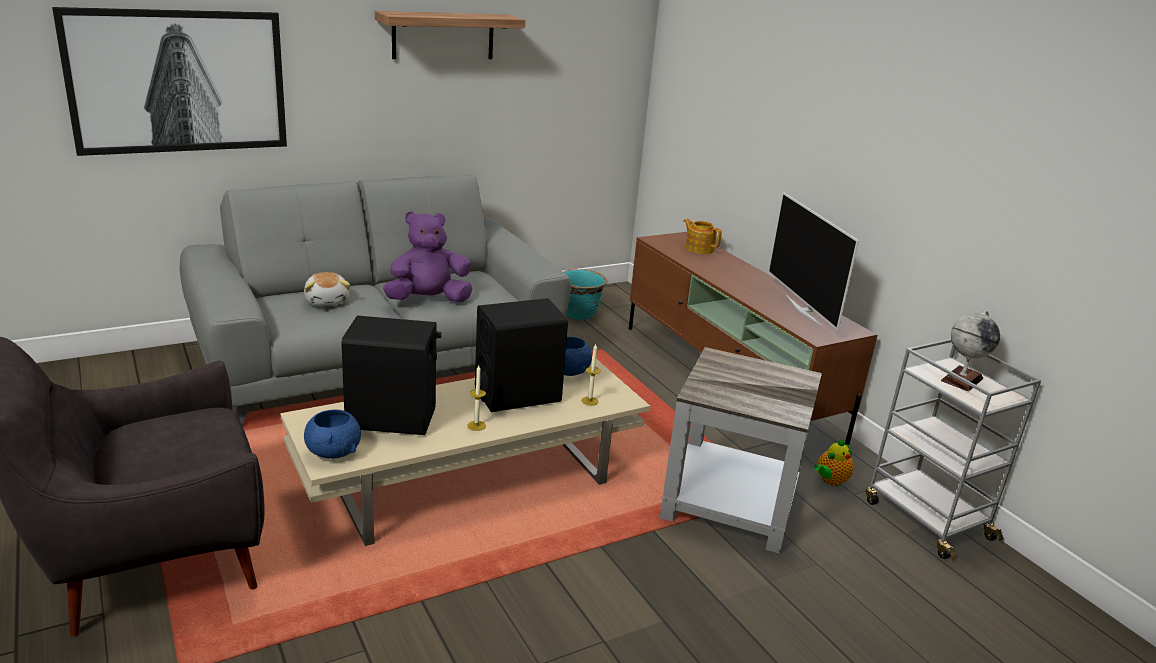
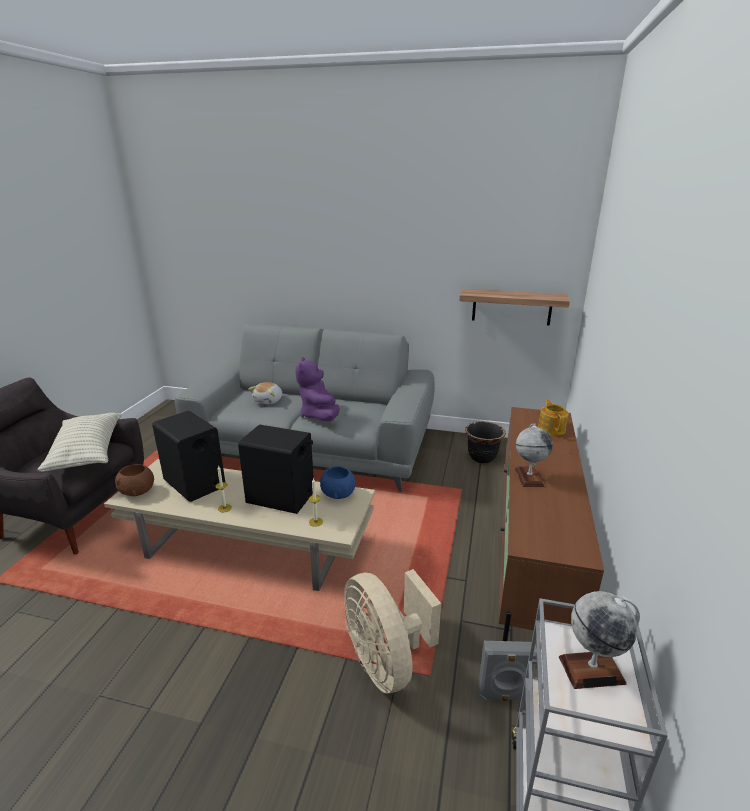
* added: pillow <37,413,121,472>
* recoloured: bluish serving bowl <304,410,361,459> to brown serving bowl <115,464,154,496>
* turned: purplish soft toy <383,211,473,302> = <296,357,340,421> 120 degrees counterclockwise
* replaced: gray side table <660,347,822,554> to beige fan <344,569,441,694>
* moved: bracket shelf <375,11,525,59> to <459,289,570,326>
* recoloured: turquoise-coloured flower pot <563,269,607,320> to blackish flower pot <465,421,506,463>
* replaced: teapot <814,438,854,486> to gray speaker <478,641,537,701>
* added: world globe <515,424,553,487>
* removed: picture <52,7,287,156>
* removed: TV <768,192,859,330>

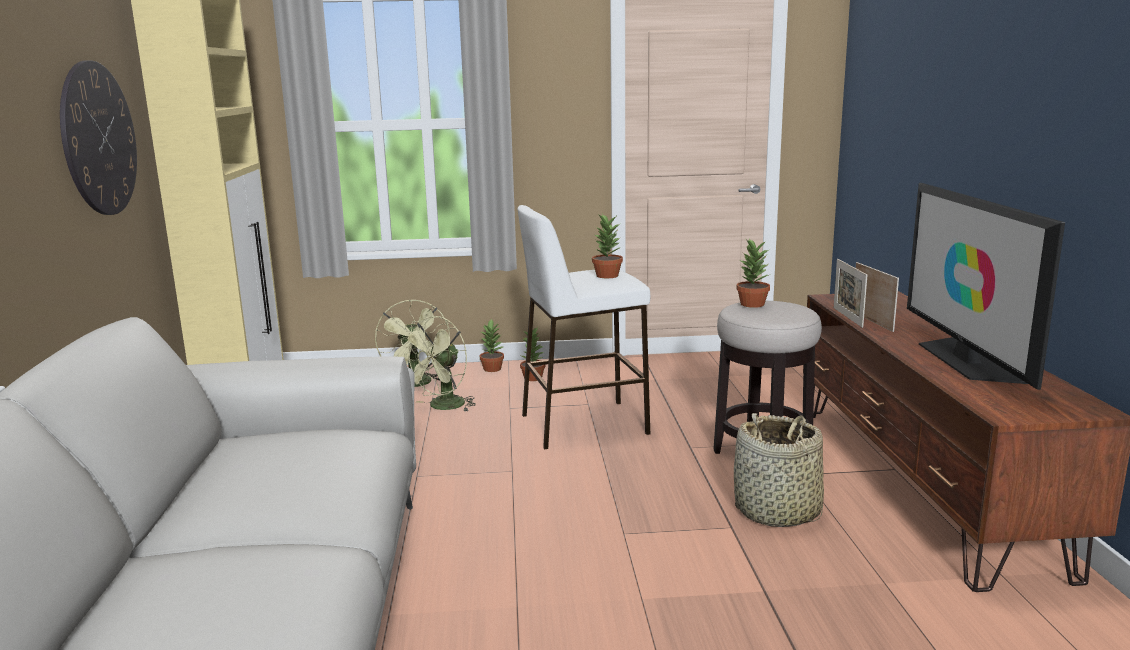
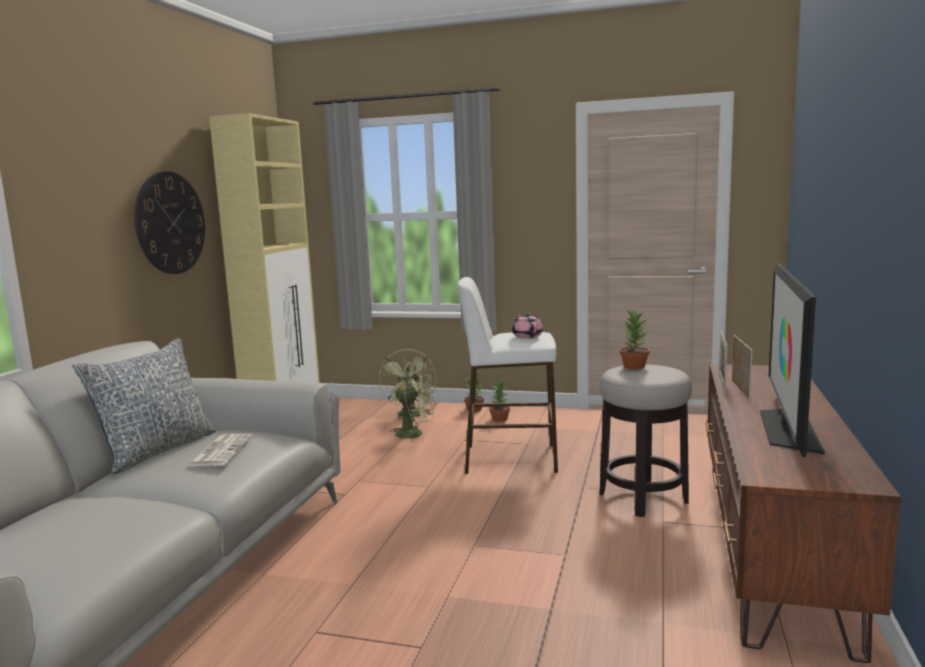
* added: pillow <72,338,216,474>
* added: newspaper <186,434,253,467>
* turned: green fan <401,316,476,412> = <389,362,436,443> 135 degrees counterclockwise
* replaced: potted plant <592,214,623,278> to pinkish teapot <512,313,543,338>
* removed: storage basket <734,413,824,527>

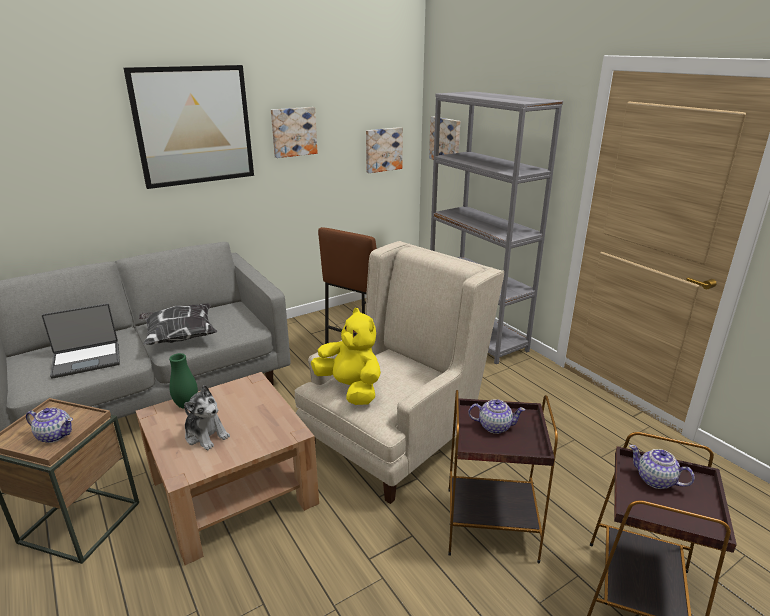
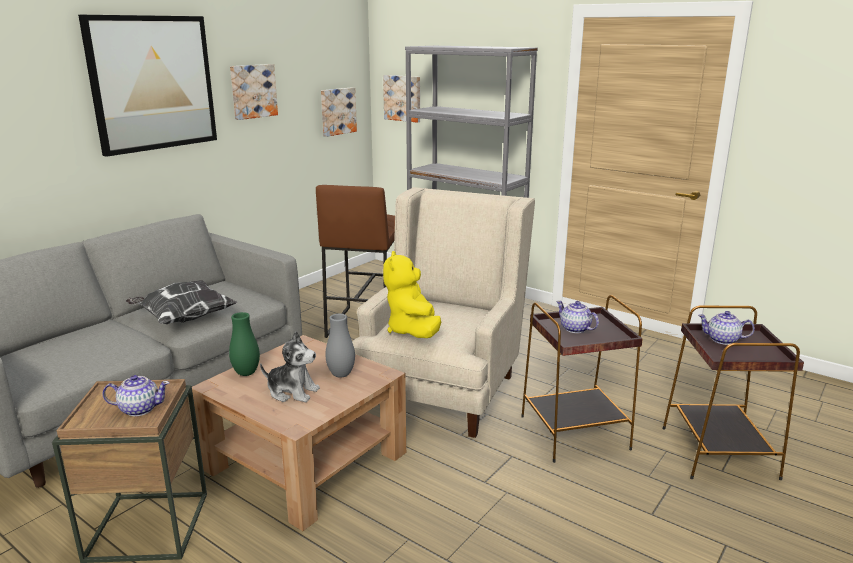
* added: gray vase <325,314,355,378>
* turned: yellowish soft toy <311,308,381,405> = <383,251,441,338> 120 degrees counterclockwise
* turned: teapot <468,399,525,434> = <556,301,599,333> 120 degrees counterclockwise
* removed: portable computer <42,303,120,379>

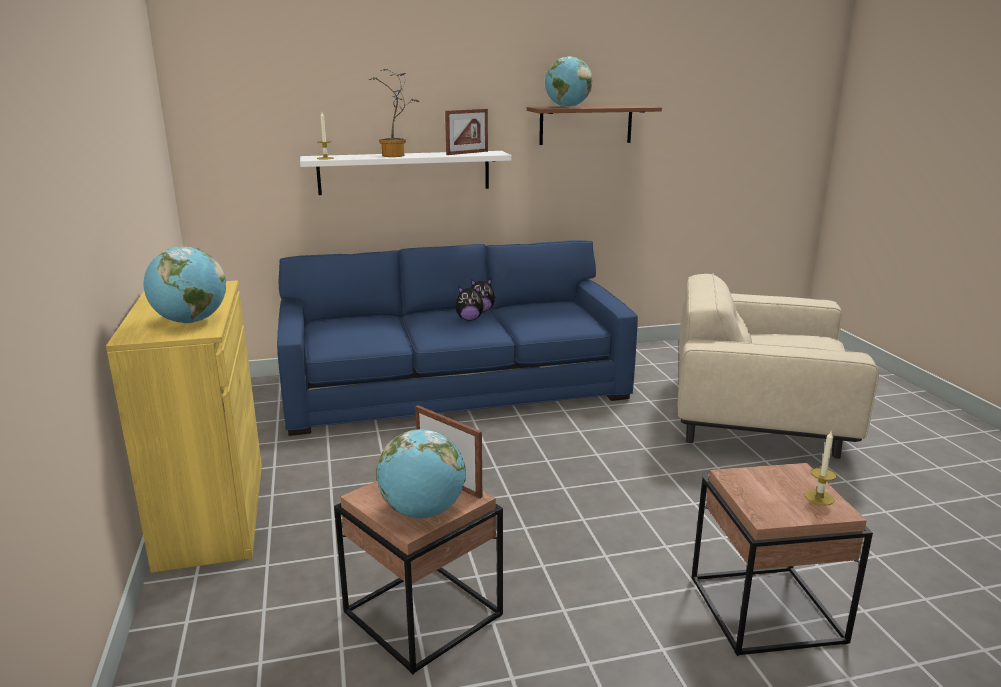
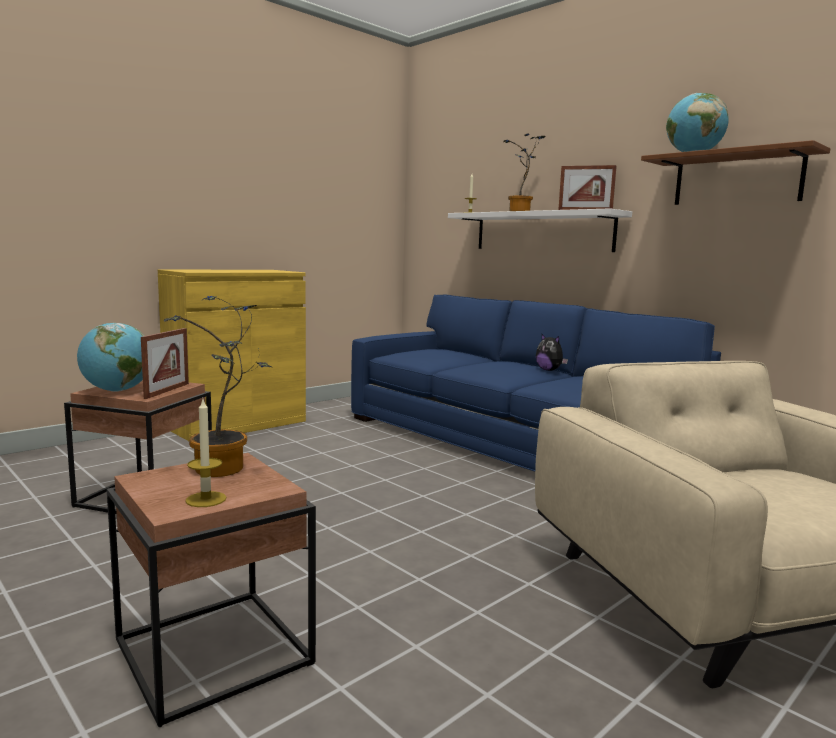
* added: potted plant <164,296,271,477>
* removed: world globe <144,246,226,323>
* removed: soft toy <455,286,485,321>

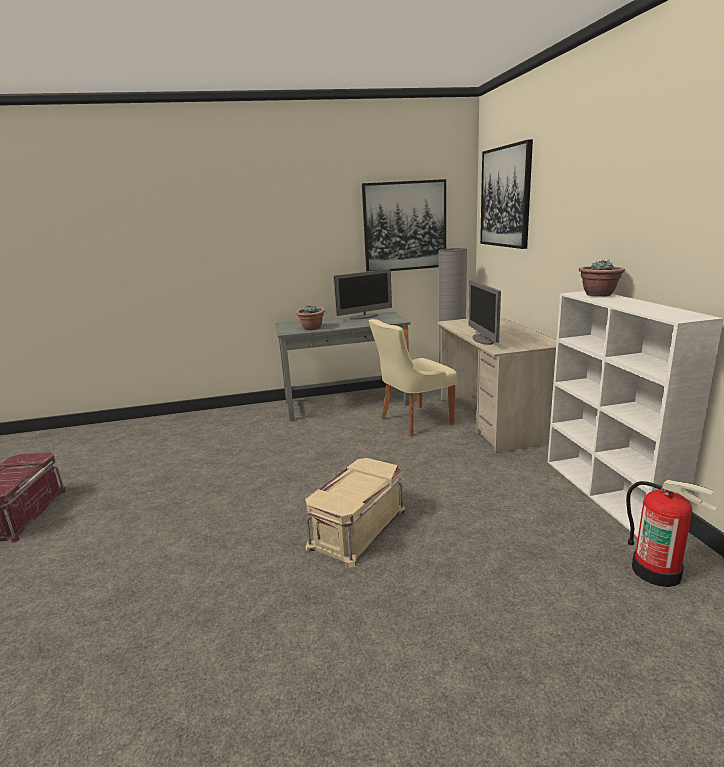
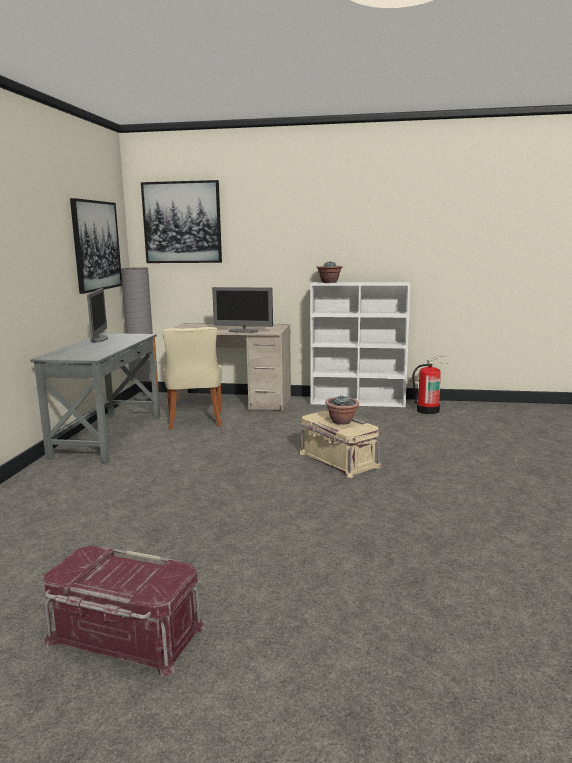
* moved: potted plant <296,305,325,330> to <325,396,359,425>

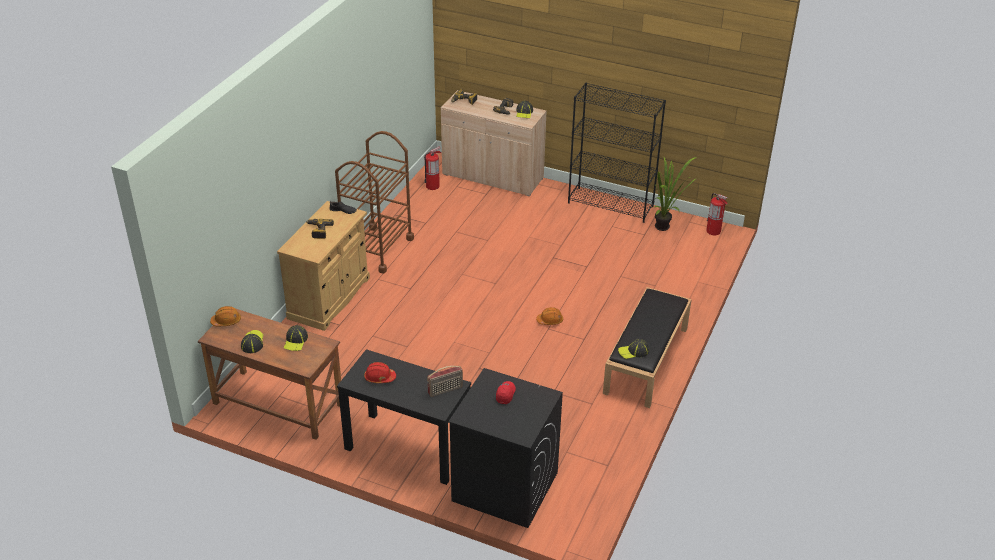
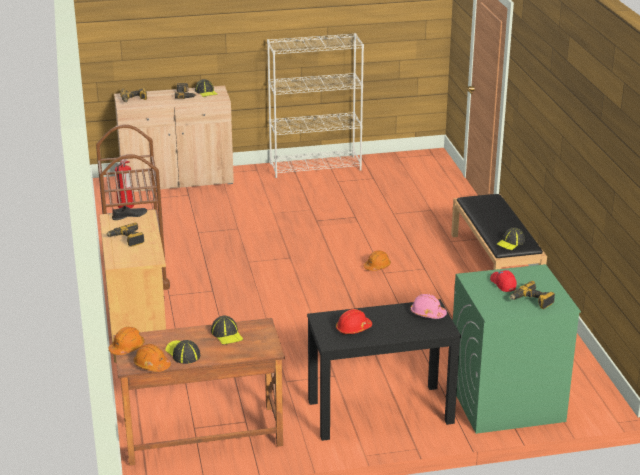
* added: orange-coloured hard hat <134,344,171,372>
* recoloured: blackish bookcase <568,83,666,223> to white-coloured bookcase <267,33,364,178>
* replaced: radio receiver <427,366,463,397> to pinkish hard hat <410,294,447,319>
* recoloured: blackish laundry appliance <448,368,563,528> to green laundry appliance <453,264,581,434>
* added: power drill <510,281,555,309>
* removed: potted plant <653,156,697,231>
* removed: fire-fighting cylinder <706,193,728,235>

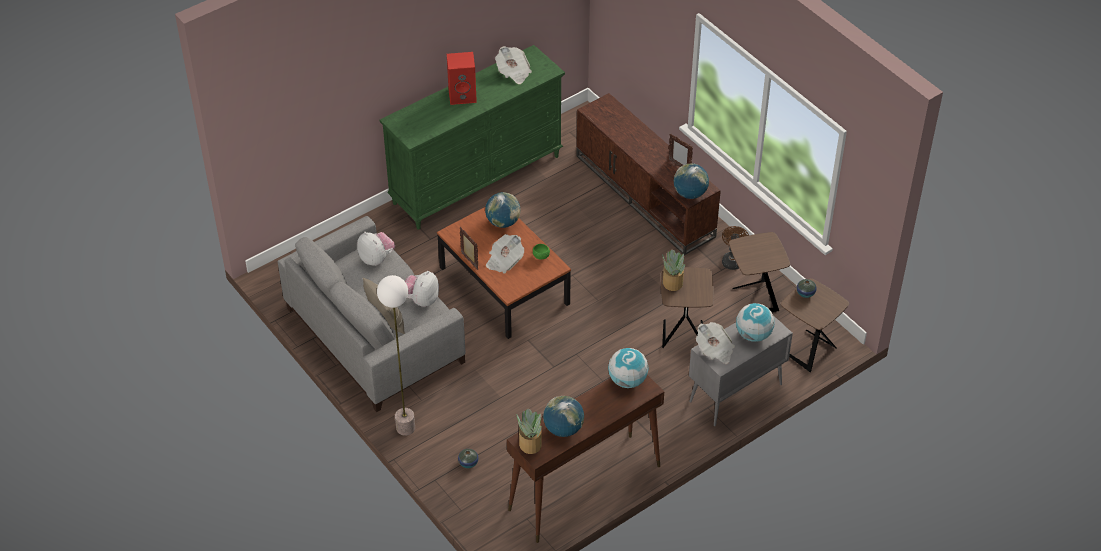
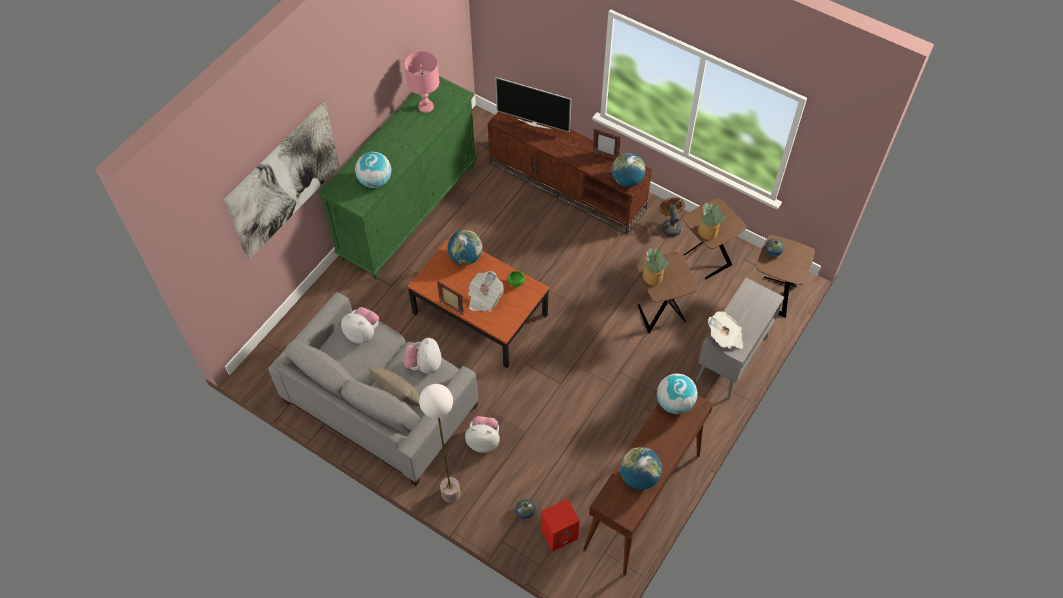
* added: picture <224,102,340,260>
* moved: world globe <736,303,774,342> to <355,152,392,188>
* replaced: newspaper <495,46,532,84> to pinkish lamp for a table <405,51,439,113>
* added: soft toy <465,416,500,453>
* added: TV <495,77,571,132>
* moved: red speaker <447,52,477,105> to <541,498,580,552>
* moved: potted plant <516,408,542,454> to <698,203,726,240>

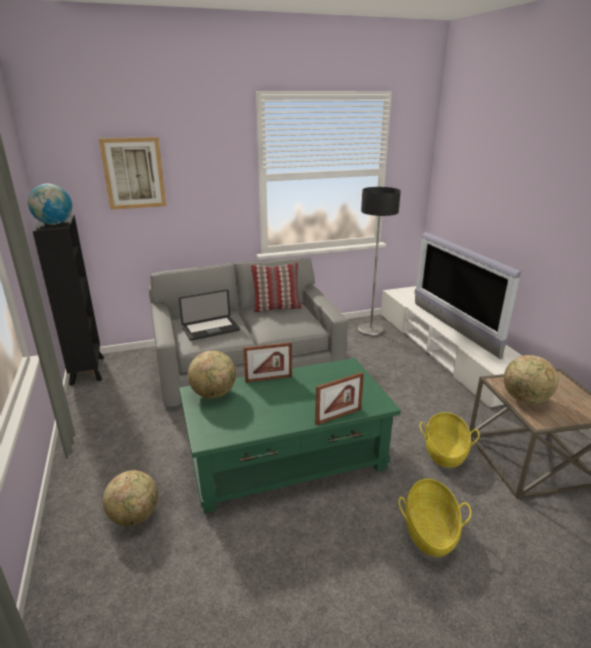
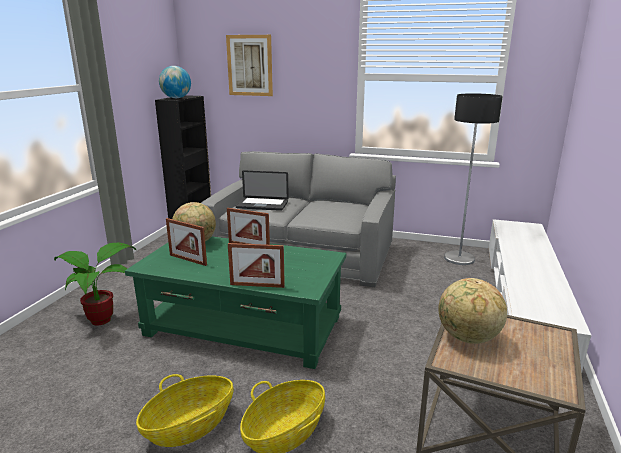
* replaced: world globe <103,470,158,526> to potted plant <54,243,136,326>
* moved: storage basket <420,412,480,468> to <136,374,233,447>
* added: photo frame <166,218,207,266>
* removed: pillow <250,262,302,313>
* removed: TV <414,232,521,359>

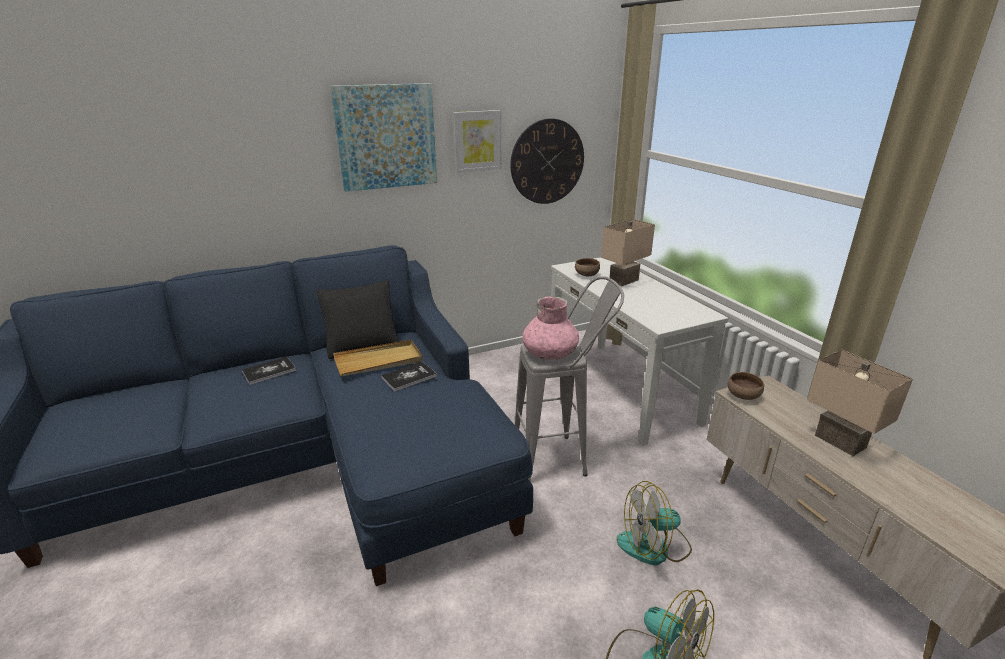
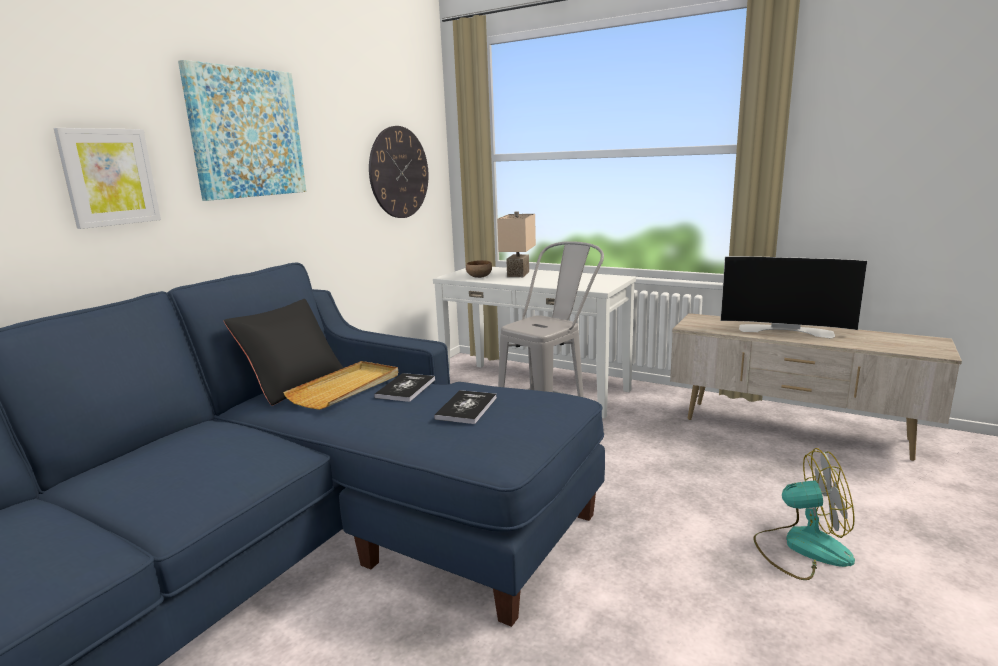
* moved: picture <453,110,501,173> to <54,128,161,229>
* moved: book <242,357,296,385> to <434,390,497,424>
* replaced: beige lamp for a table <807,350,913,456> to TV <720,256,868,338>
* removed: pinkish vase <522,296,579,360>
* removed: fan <616,481,692,566>
* removed: brown serving bowl <728,372,764,400>

